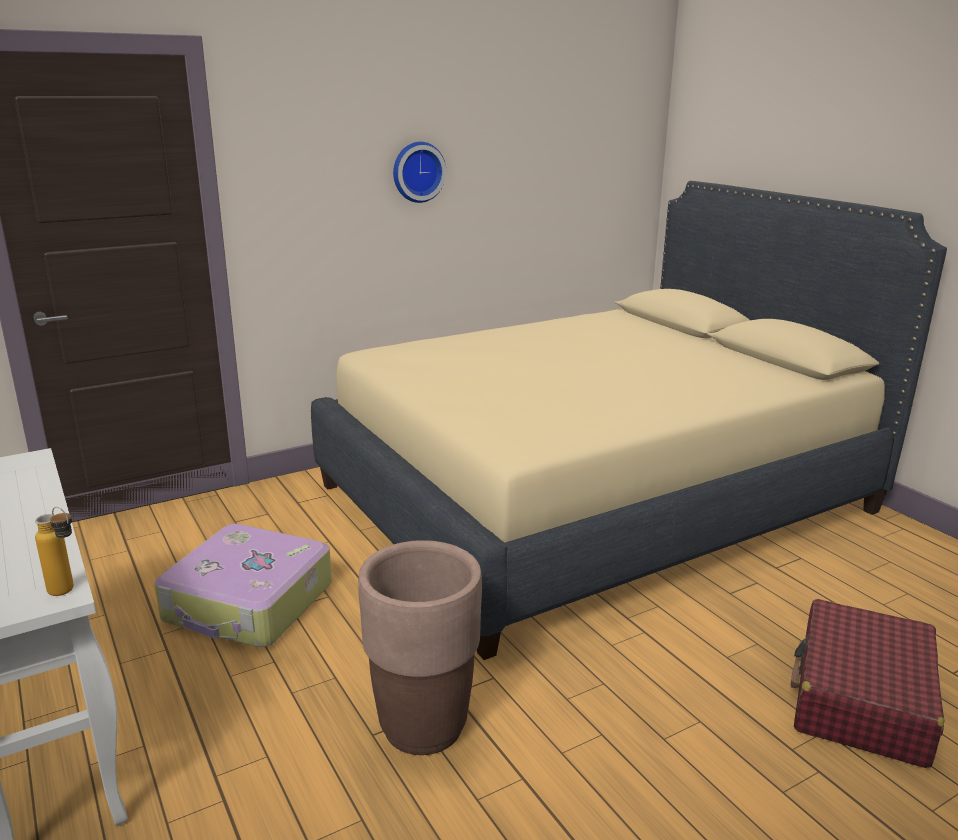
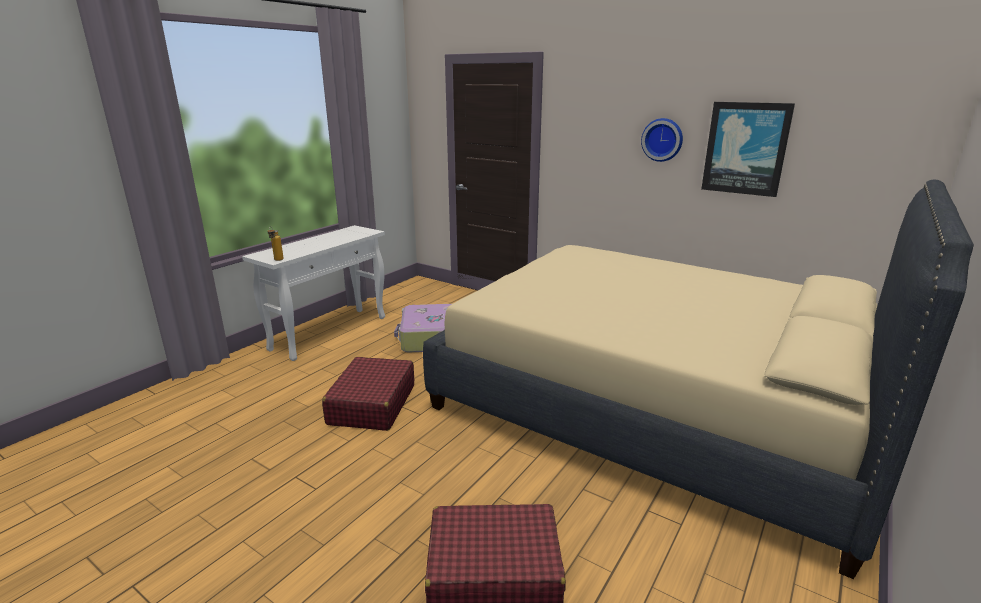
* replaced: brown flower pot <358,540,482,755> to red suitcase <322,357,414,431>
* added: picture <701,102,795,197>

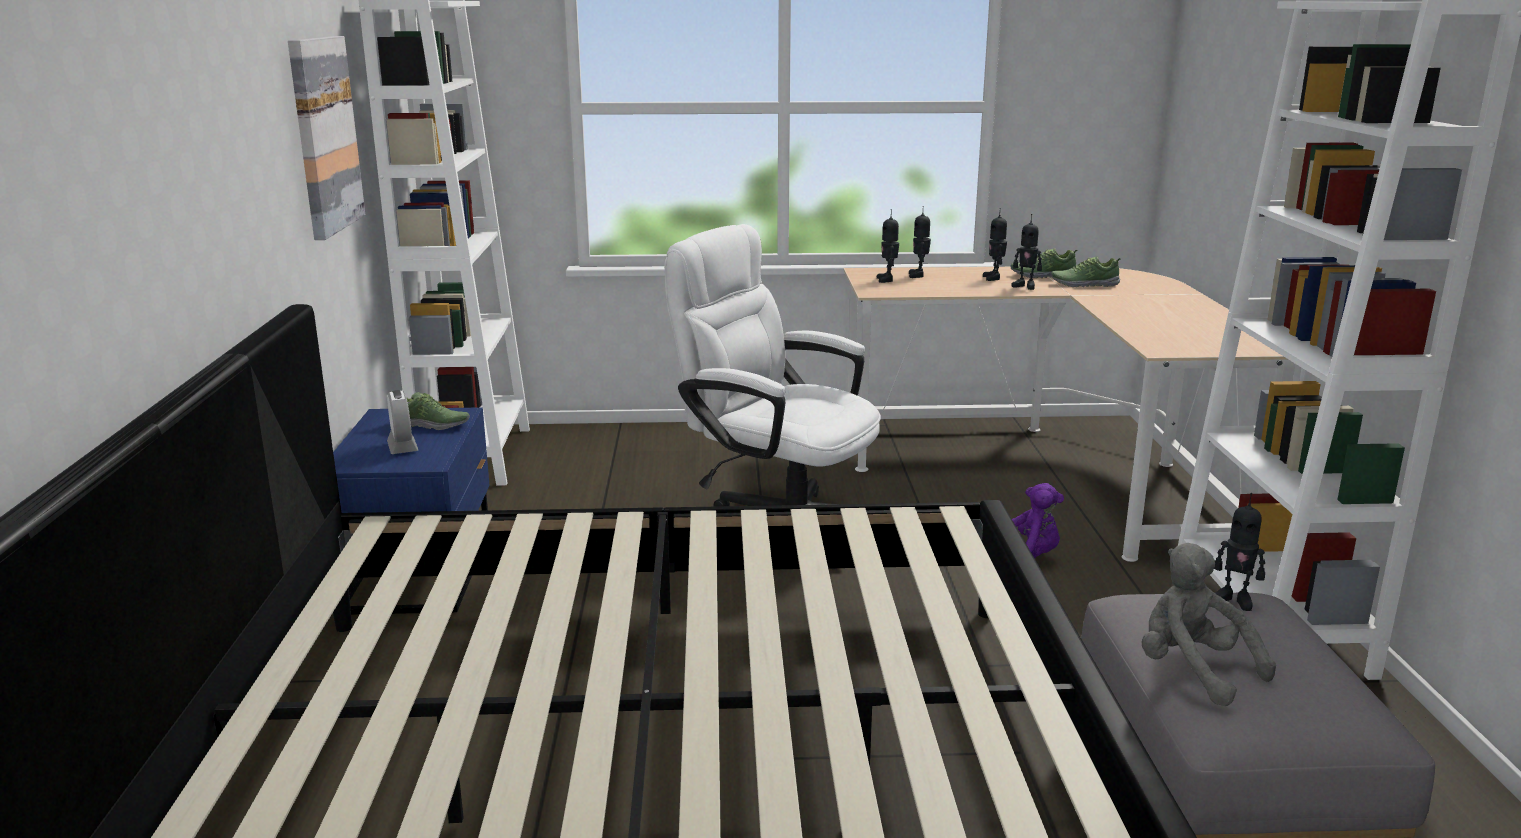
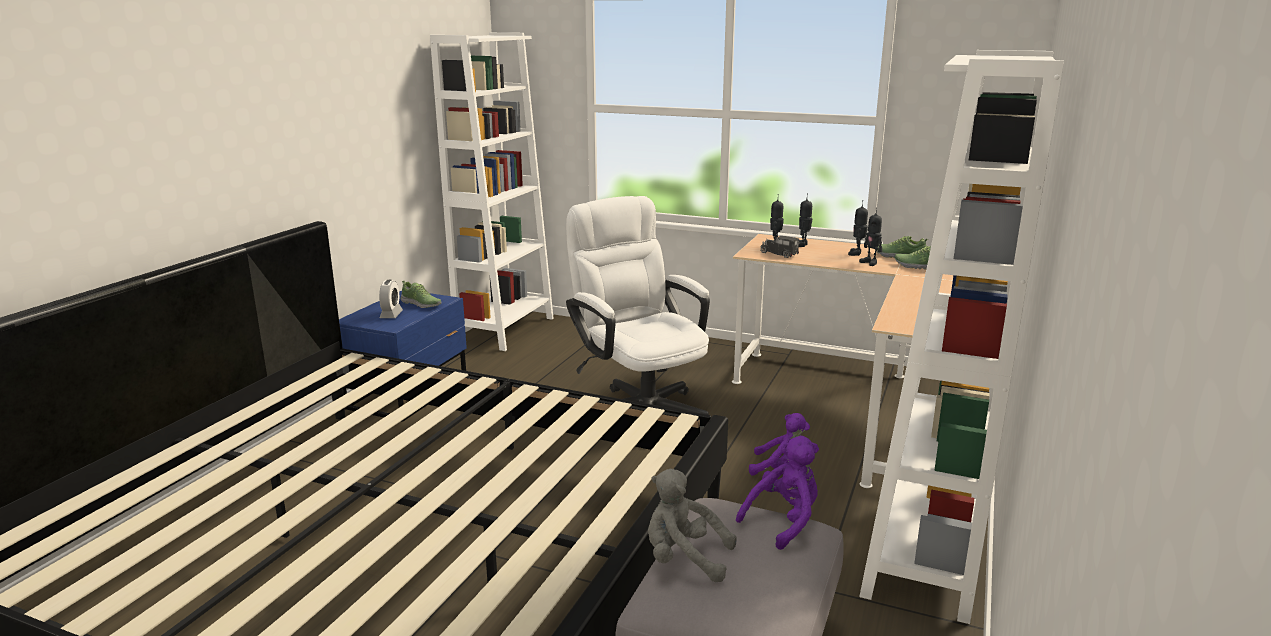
* turned: gray soft toy <1142,543,1276,706> = <648,469,737,582> 60 degrees counterclockwise
* replaced: robot figure <1214,493,1265,611> to purplish soft toy <736,436,819,550>
* added: toy lorry <761,236,799,258>
* removed: picture <288,36,365,240>

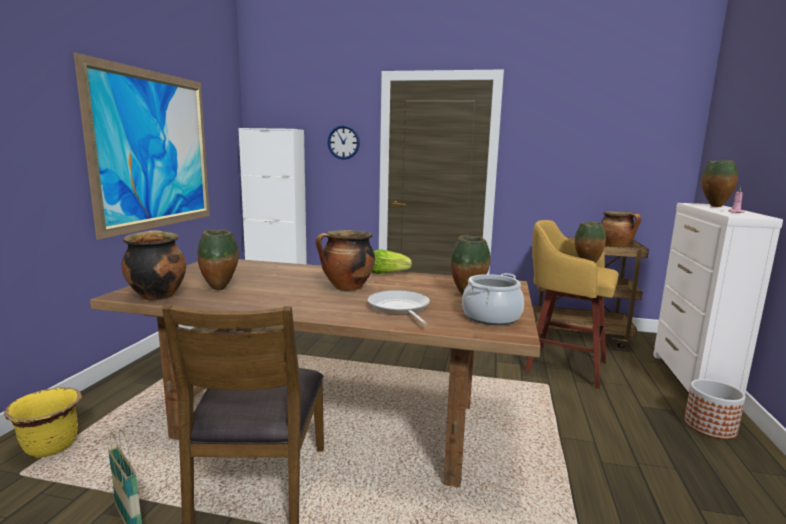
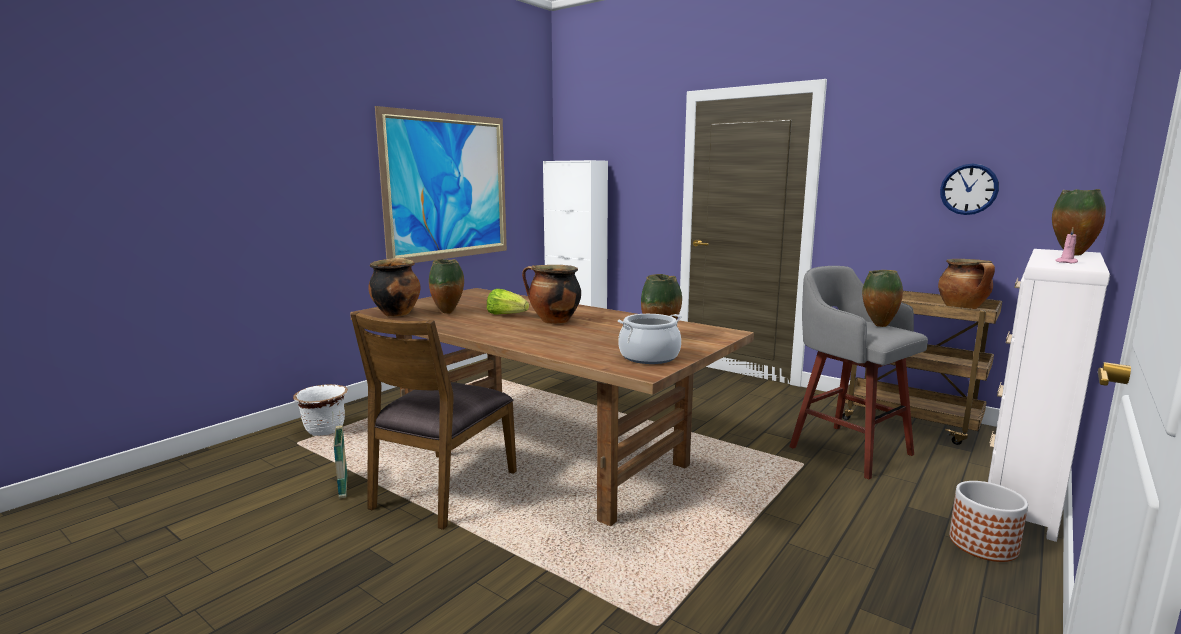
* recoloured: yellowish flower pot <4,388,82,458> to white-coloured flower pot <293,384,348,436>
* moved: head of lettuce <372,249,412,274> to <487,289,529,315>
* recoloured: yellowish sitting stool <525,220,619,389> to gray sitting stool <789,266,928,480>
* moved: hanging clock <328,125,360,160> to <940,163,999,215>
* removed: skillet <368,290,430,325>

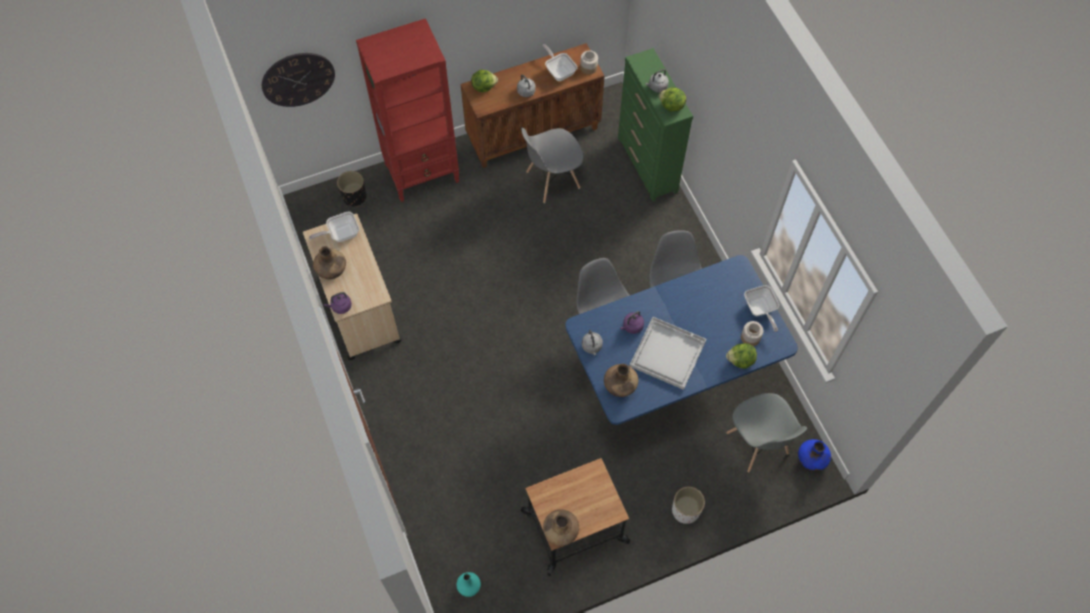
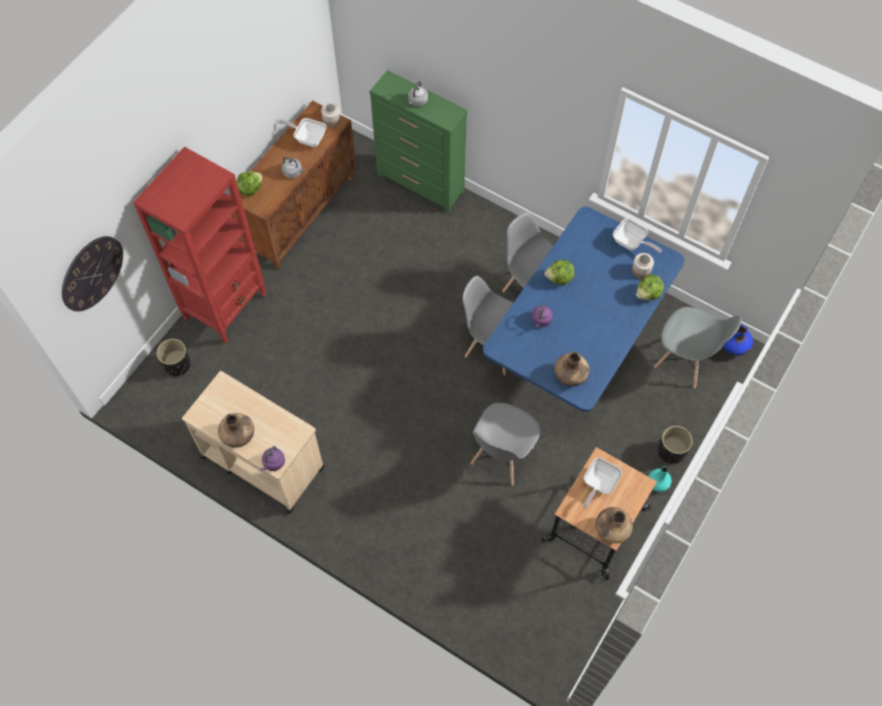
* moved: gray upright chair <521,128,584,203> to <471,403,540,486>
* moved: head of lettuce <659,87,686,111> to <545,260,575,285>
* moved: skillet <309,211,359,242> to <583,457,622,509>
* moved: turquoise-coloured vase <456,572,481,597> to <648,466,671,492>
* recoloured: white-coloured flower pot <672,487,705,524> to blackish flower pot <658,426,693,464>
* removed: gray water kettle <582,330,603,356>
* removed: white-coloured tray <630,317,706,390>

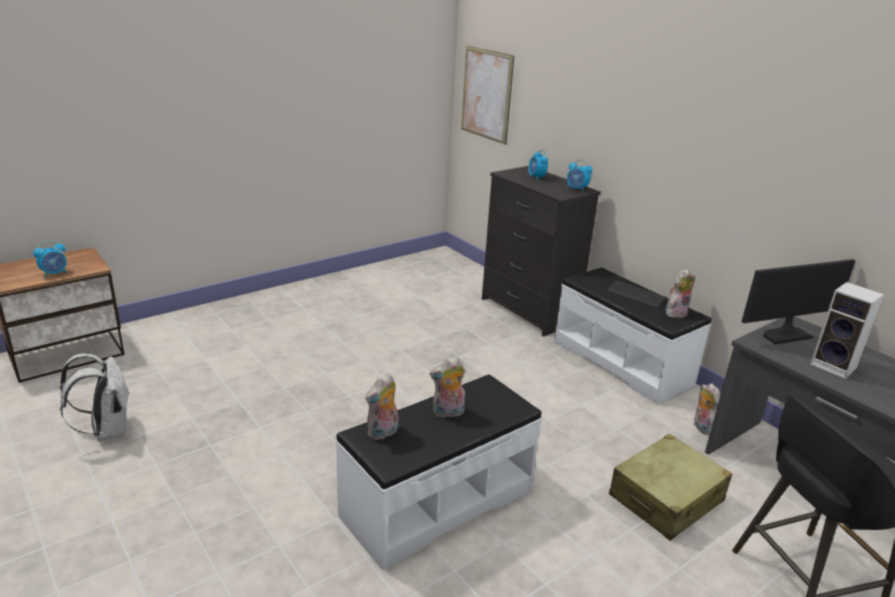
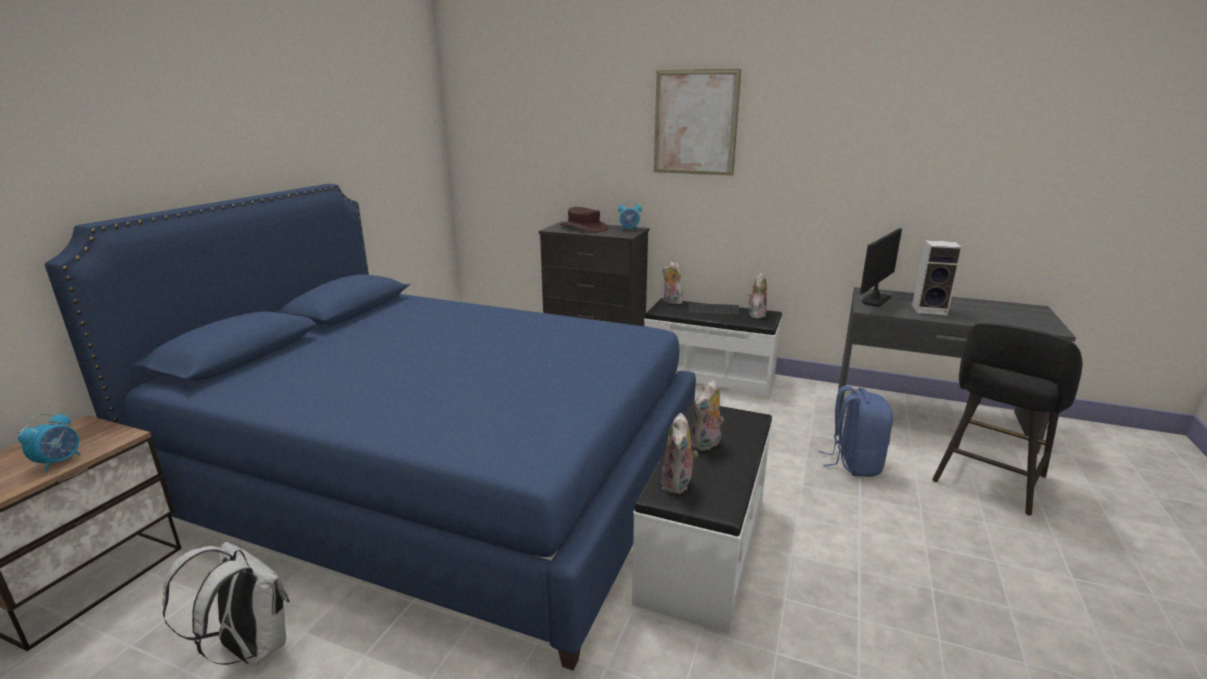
* added: bluish bed <45,184,696,671>
* replaced: alarm clock <528,150,548,180> to brown hat <560,207,608,232>
* moved: picture <461,46,514,145> to <654,69,741,176>
* moved: soft toy <694,383,720,435> to <663,262,683,304>
* replaced: beige suitcase <609,434,732,541> to bluish backpack <819,386,893,477>

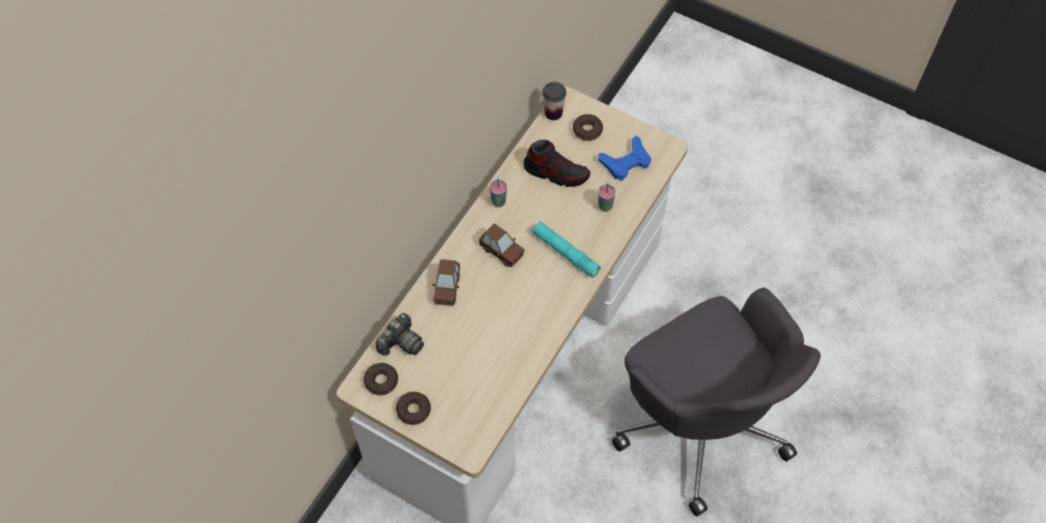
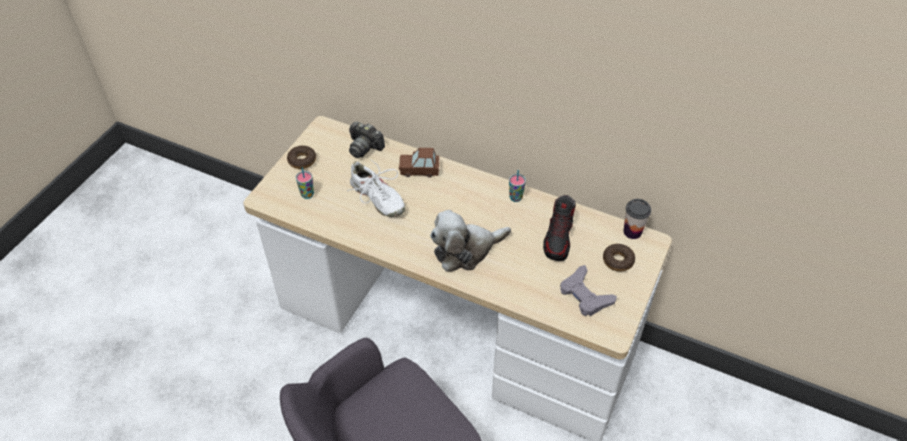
* moved: cup <598,183,616,212> to <296,167,314,199>
* added: white-coloured low shoe <347,159,405,217>
* replaced: turquoise-coloured hand torch <530,221,601,278> to soft toy <430,210,511,272>
* recoloured: bluish gamepad <598,135,651,180> to gray gamepad <560,265,617,316>
* removed: doughnut <364,363,398,395>
* removed: brown model car <479,223,525,267>

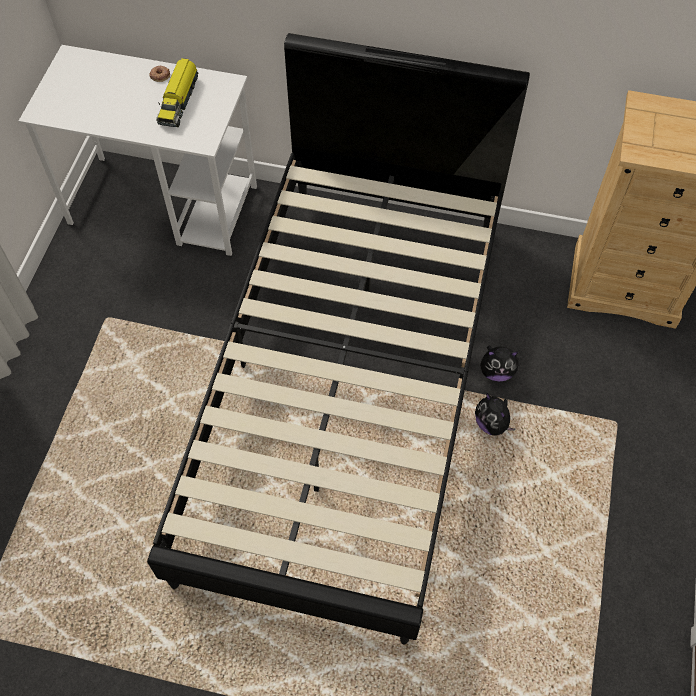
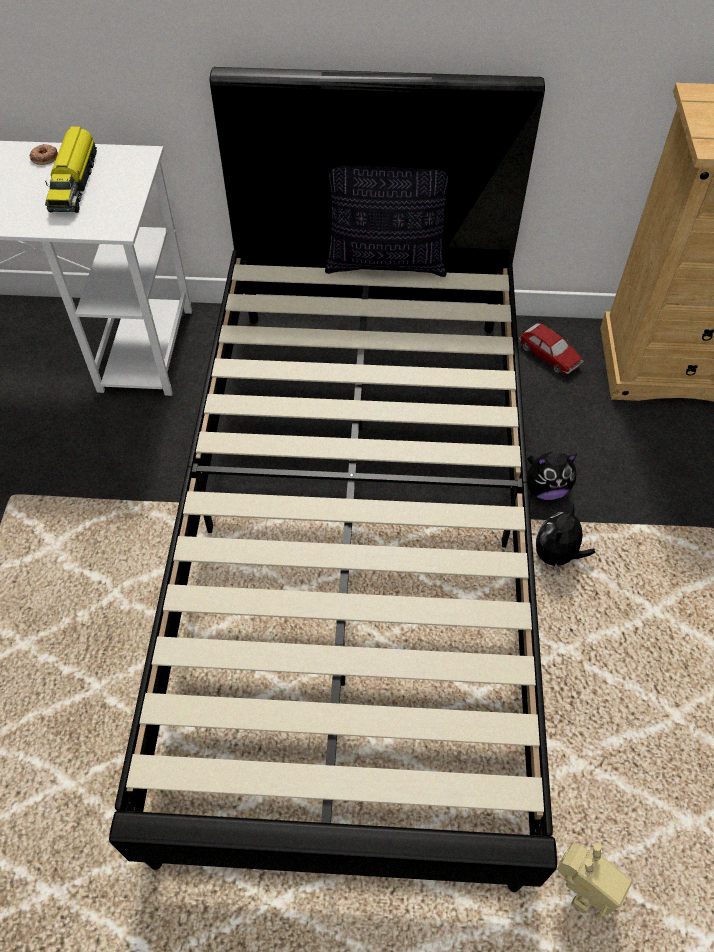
* added: pillow <325,166,448,277>
* added: model car <519,323,583,374>
* turned: soft toy <475,393,515,436> = <536,504,596,574> 75 degrees clockwise
* added: robot figure <557,843,632,920>

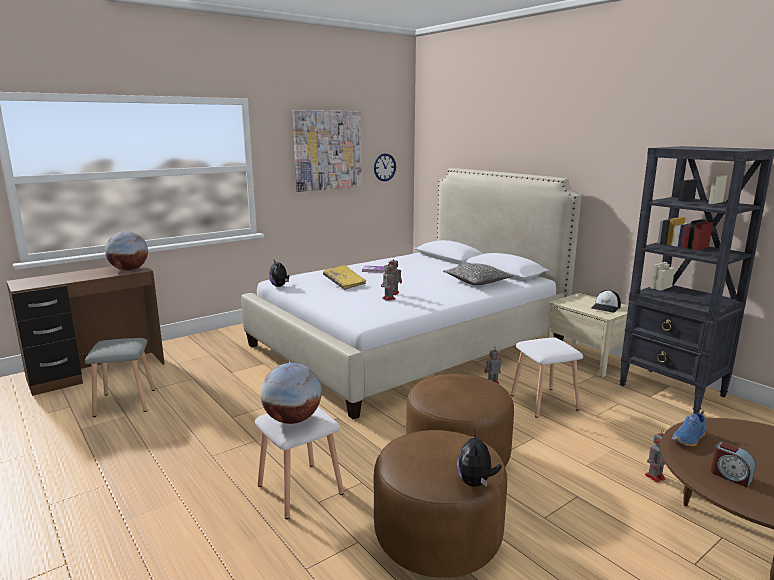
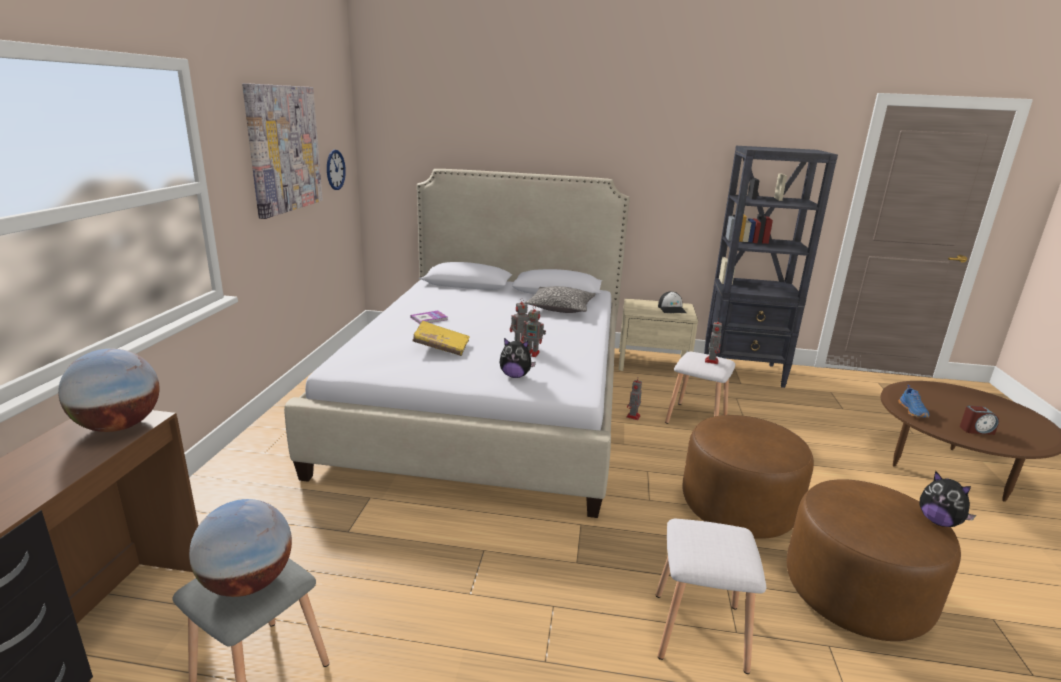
* moved: world globe <261,363,321,424> to <189,499,292,597>
* moved: soft toy <269,260,289,287> to <500,338,536,378>
* moved: robot figure <645,429,665,483> to <705,319,722,364>

